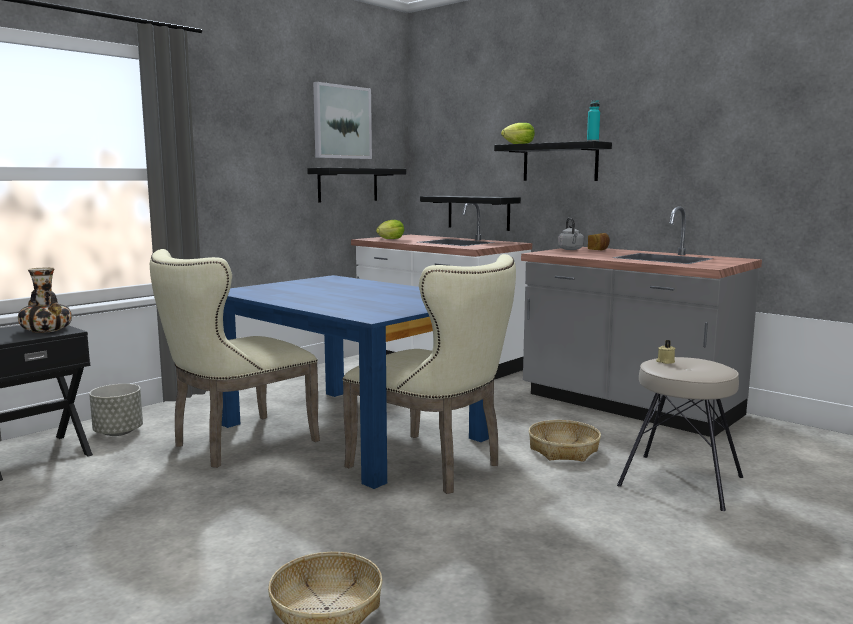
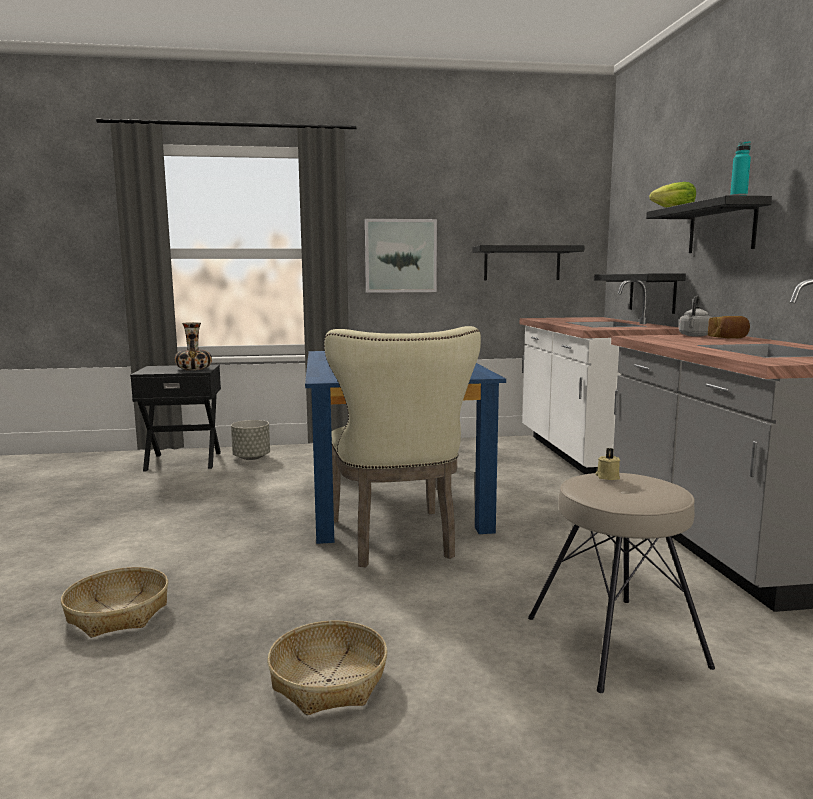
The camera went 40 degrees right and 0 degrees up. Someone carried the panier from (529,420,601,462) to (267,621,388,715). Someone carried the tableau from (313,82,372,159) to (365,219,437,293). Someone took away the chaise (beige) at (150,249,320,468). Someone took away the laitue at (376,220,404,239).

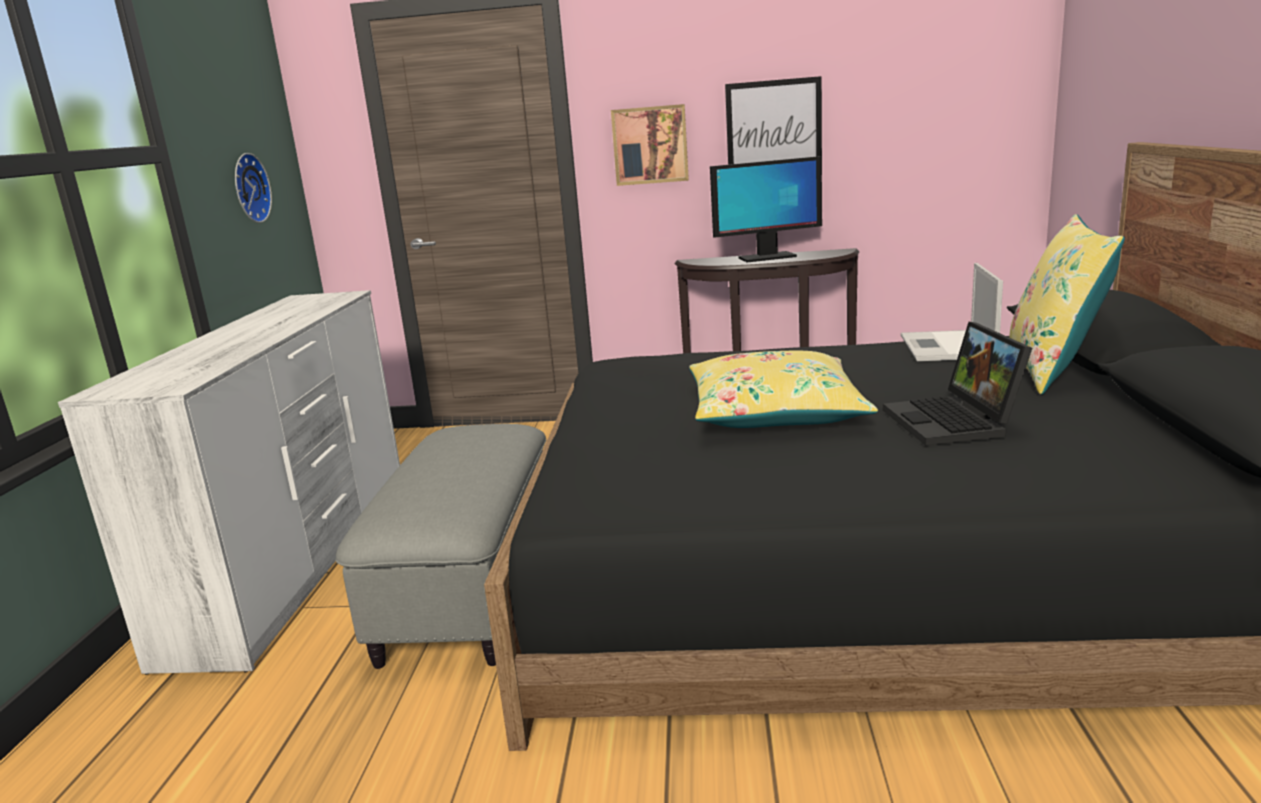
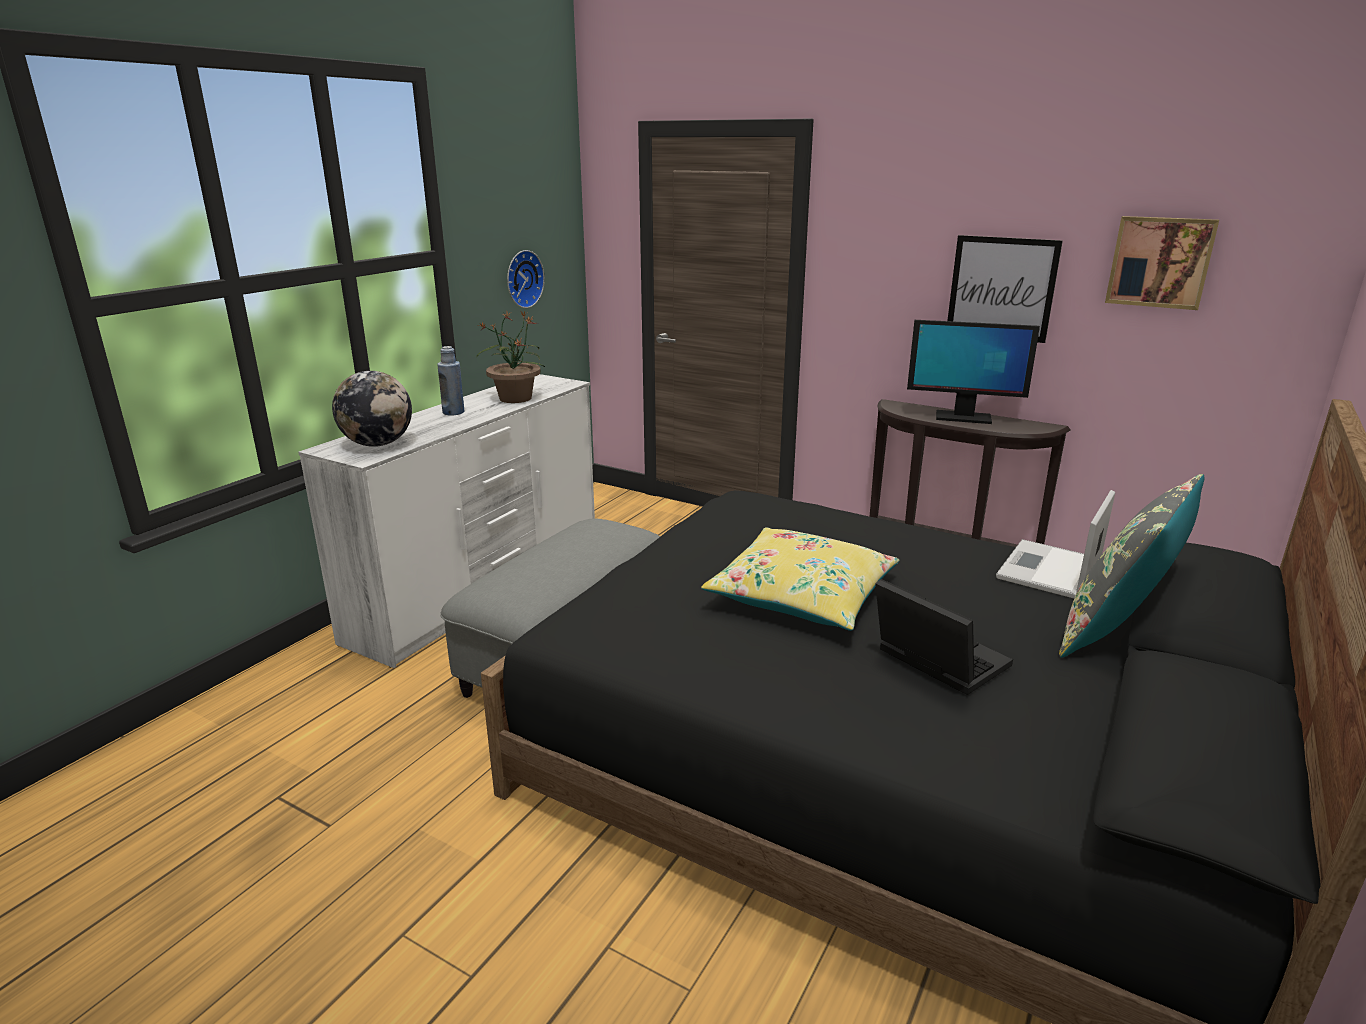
The camera went 25 degrees right and 5 degrees up. Someone put down the globe at (332,371,412,447). Someone put down the bouteille (bleu) at (437,346,464,416). Someone put down the plante en pot at (476,312,545,403). Someone rotated the ordinateur portable at (883,322,1032,446) by 120 degrees clockwise. Someone repainted the coussin (jaune) at (1009,214,1125,395), which became the coussin (gris) at (1059,474,1204,658). Someone carried the tableau from (611,104,689,186) to (1105,216,1219,310).

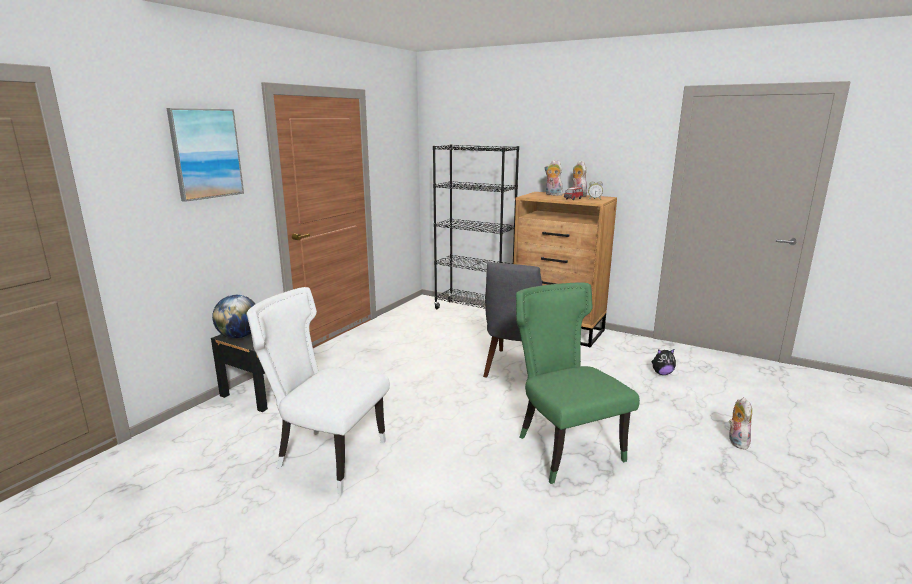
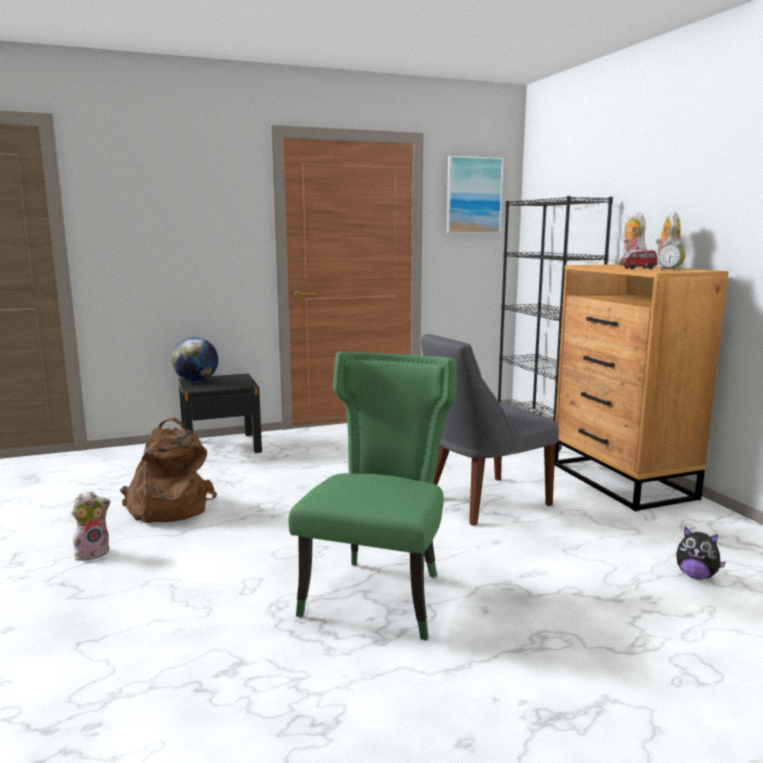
The camera went 40 degrees right and 5 degrees down. Someone carried the peluche from (729,397,752,450) to (72,492,111,561). Someone swapped the chaise (blanc) at (247,287,390,494) for the sac à dos (marron) at (120,417,217,523). Someone carried the tableau from (167,108,244,202) to (446,156,503,233).

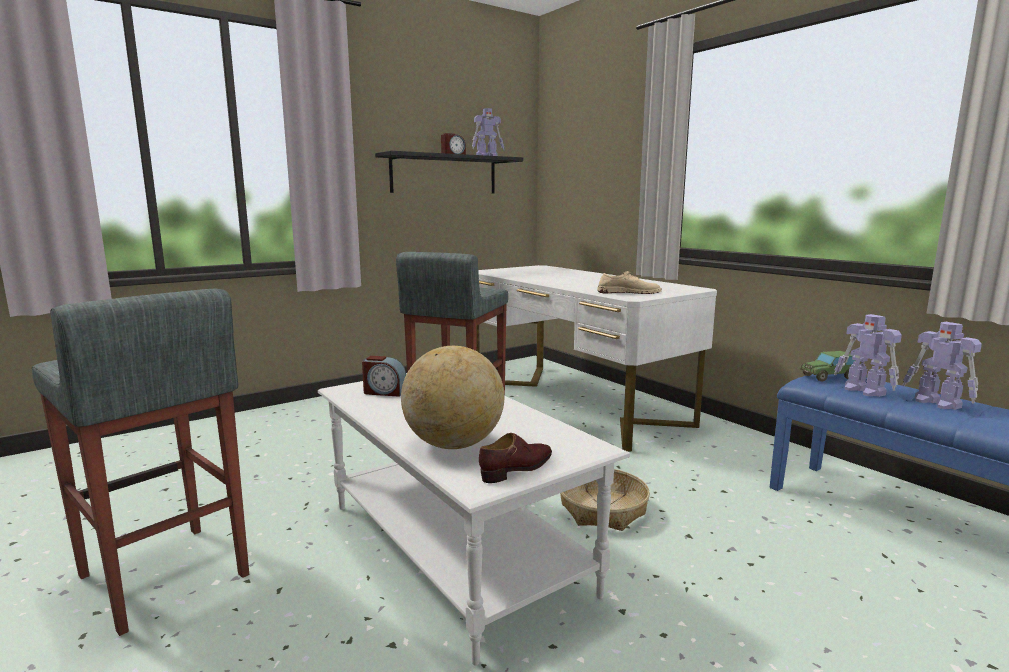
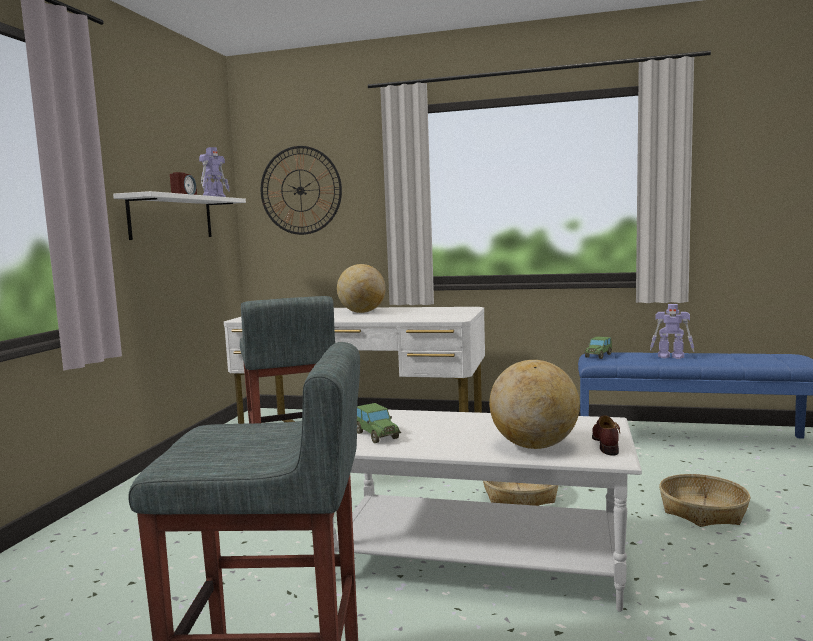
The camera went 40 degrees left and 5 degrees down. Someone repainted the étagère (noir) at (375,151,523,194), which became the étagère (blanc) at (113,191,246,240). Someone put up the horloge murale at (261,146,342,235). Someone put down the globe at (337,264,386,313). Someone swapped the réveil at (362,356,406,397) for the petite voiture at (357,403,401,443). Someone put down the panier at (659,474,750,527). Someone took away the chaussure (beige) at (597,271,662,294). Someone took away the robot jouet at (834,314,902,397).

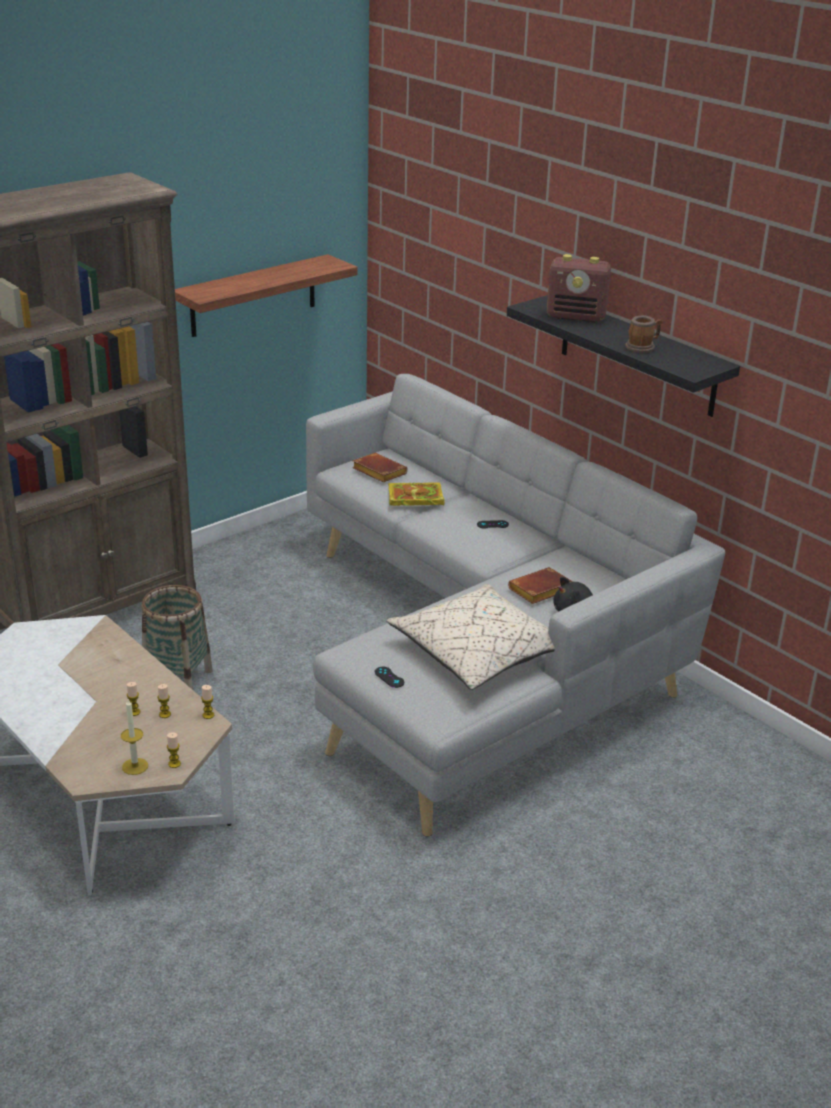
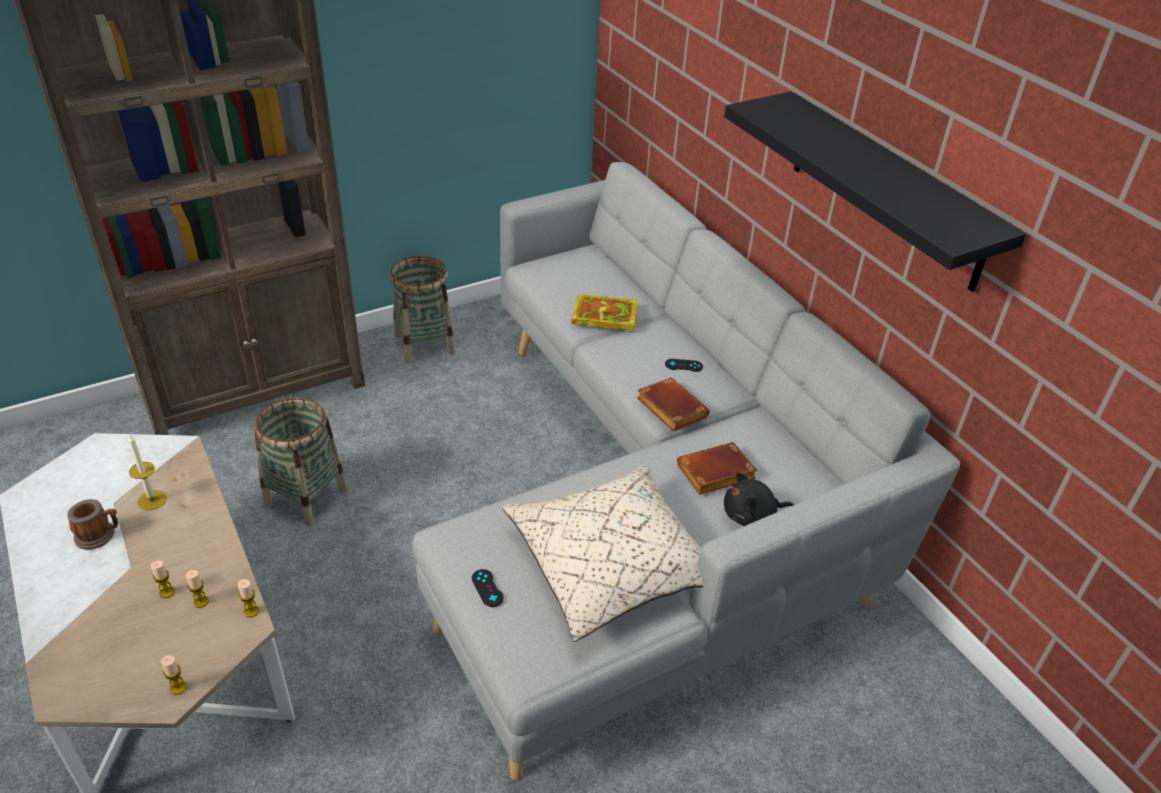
The camera went 10 degrees right and 10 degrees up. Someone carried the mug from (625,315,663,353) to (67,499,118,550). Someone carried the bougie from (121,699,148,775) to (128,434,167,510). Someone put down the panier at (390,255,455,363). Someone carried the livre (marron) from (352,453,408,482) to (637,377,710,431). Someone took away the étagère at (175,254,357,337). Someone took away the radio at (547,254,611,322).

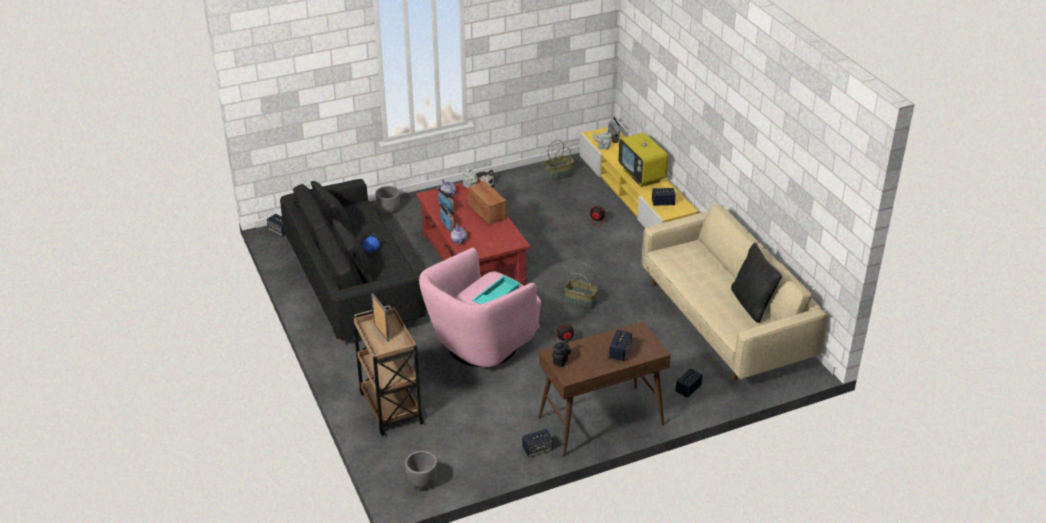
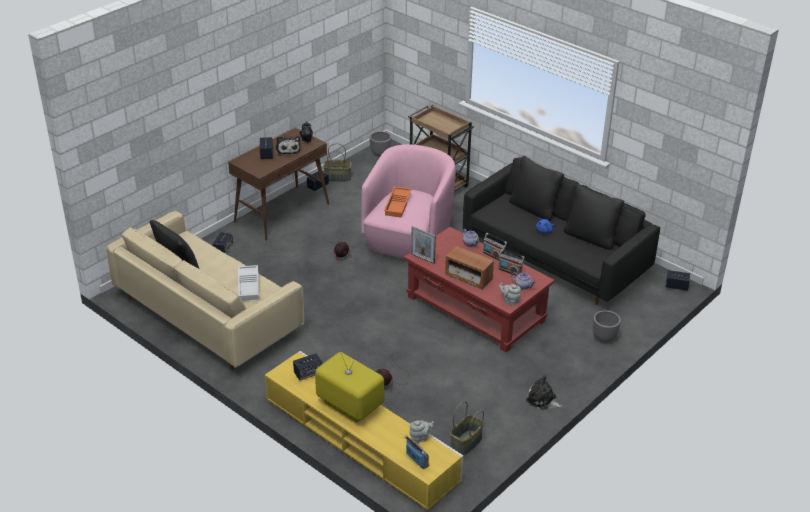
The camera went 155 degrees right and 0 degrees up. Someone put down the plateau (blanc) at (238,265,259,301). Someone put down the peluche at (276,136,301,156). Someone carried the panier from (564,264,598,310) to (323,143,352,182). Someone repainted the plateau (turquoise) at (473,275,520,304), which became the plateau (orange) at (384,187,412,217). Someone carried the cadre photo from (371,293,389,342) to (411,226,436,264).

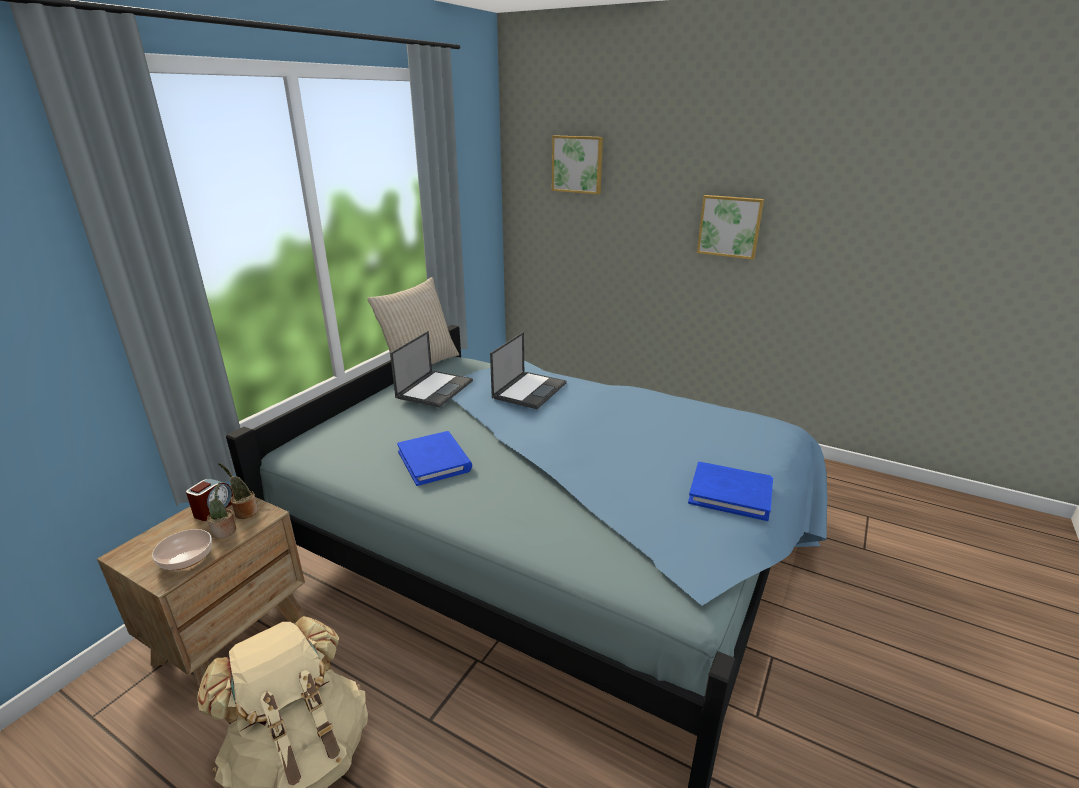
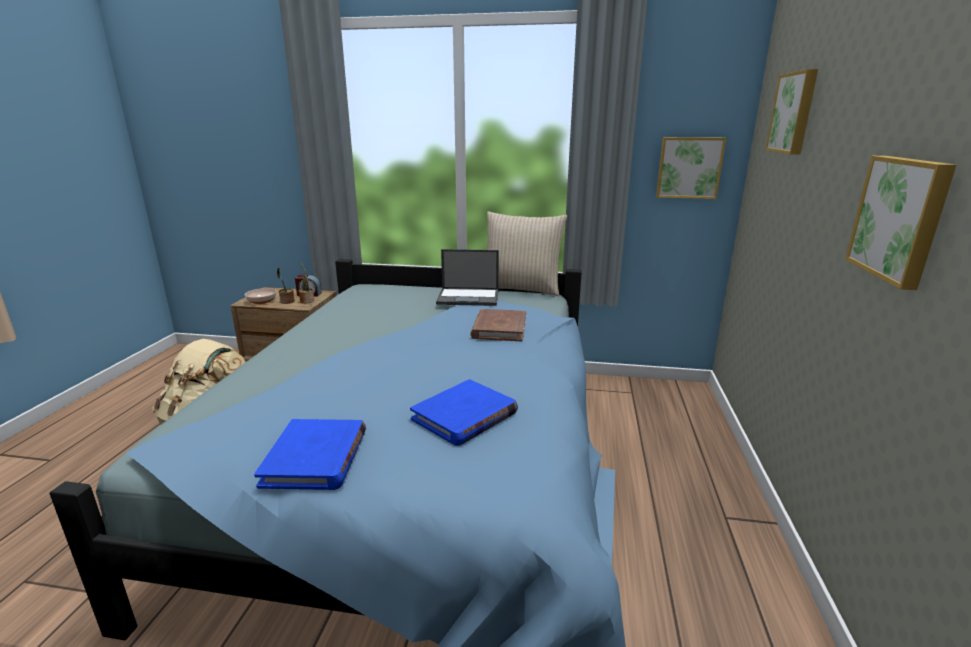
The camera went 70 degrees right and 5 degrees down. Someone carried the livre (bleu) from (397,431,472,486) to (410,379,518,446). Someone swapped the ordinateur portable at (490,332,566,409) for the livre (marron) at (471,309,526,341). Someone put up the tableau at (656,137,726,199).

